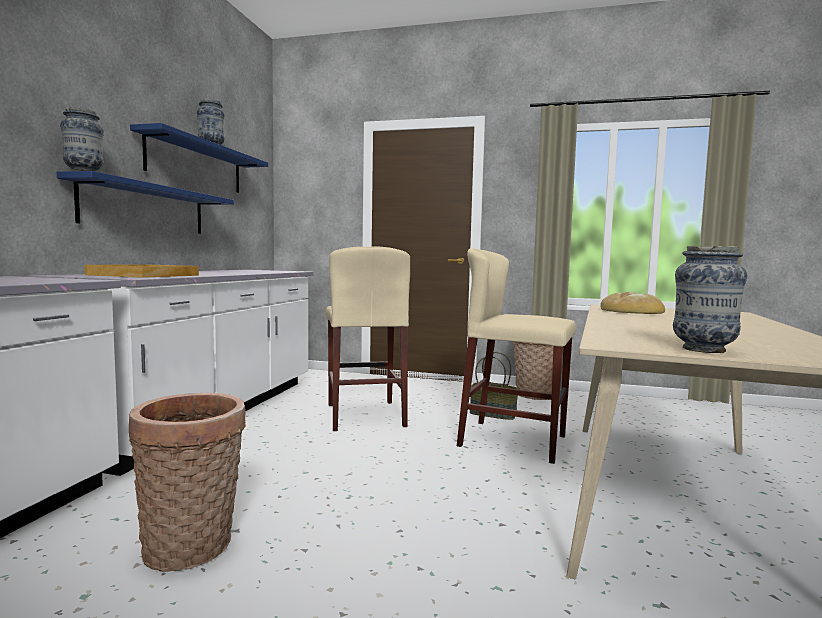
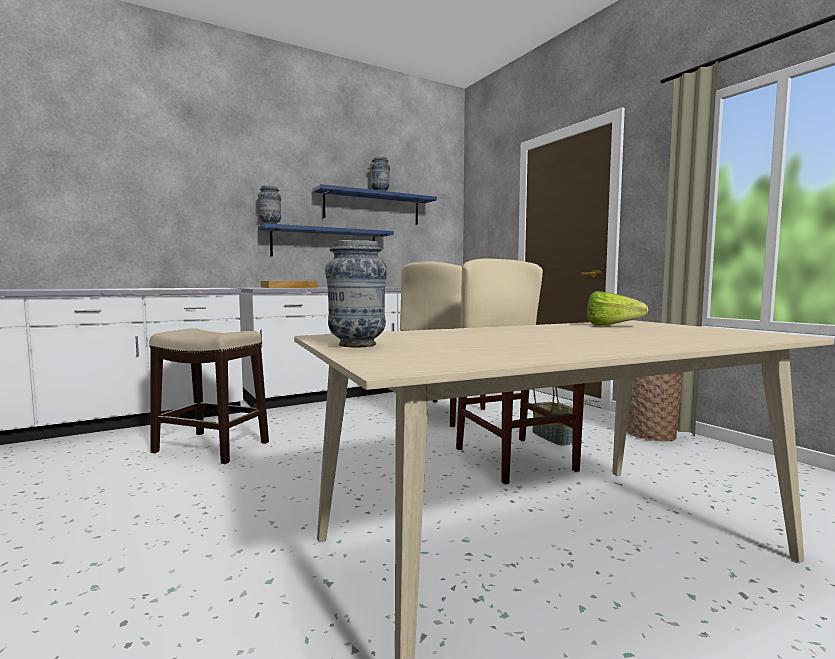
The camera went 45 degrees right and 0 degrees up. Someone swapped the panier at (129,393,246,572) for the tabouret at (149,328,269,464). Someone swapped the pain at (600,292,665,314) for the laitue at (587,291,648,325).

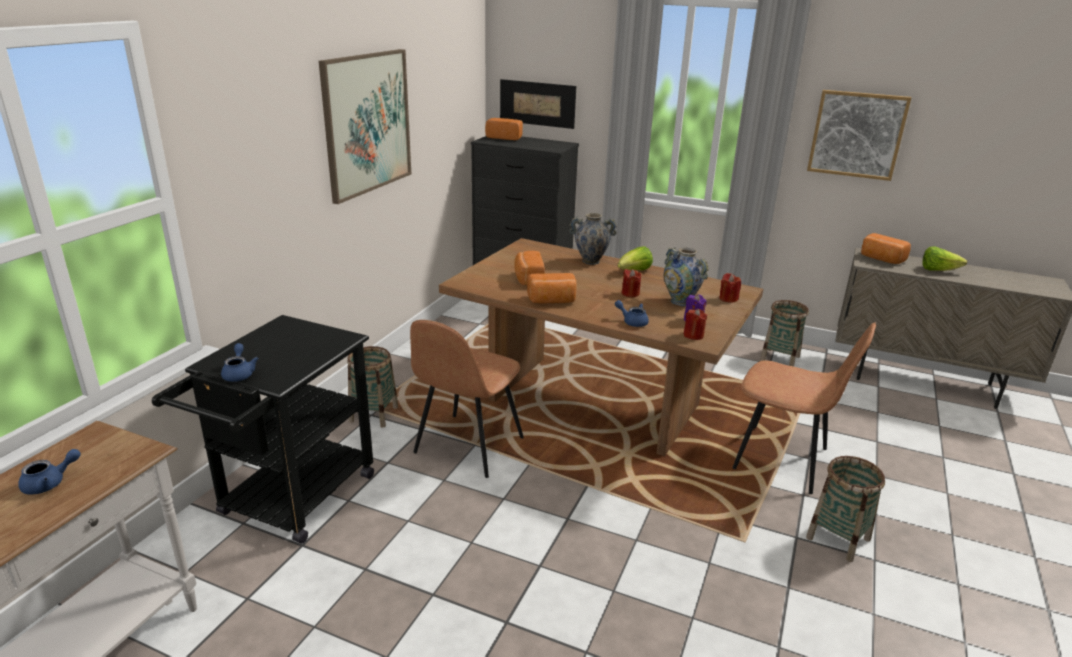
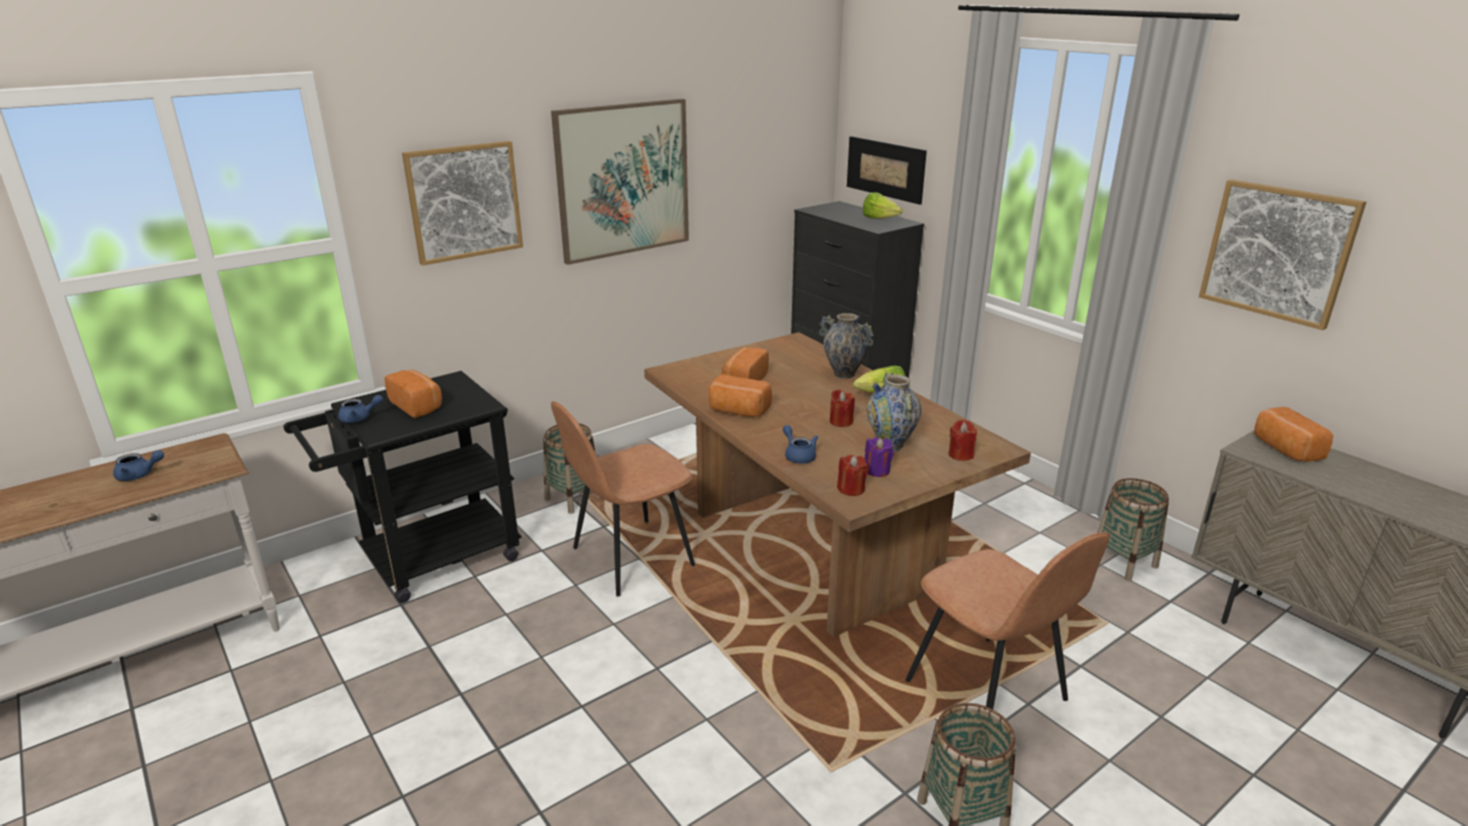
The camera went 30 degrees right and 0 degrees up. Someone rotated the théière (bleu) at (221,343,259,382) by 60 degrees clockwise. Someone carried the pain from (485,118,523,140) to (385,370,442,418). Someone put up the tableau at (402,141,523,266). Someone carried the laitue from (922,246,967,271) to (863,192,903,219).

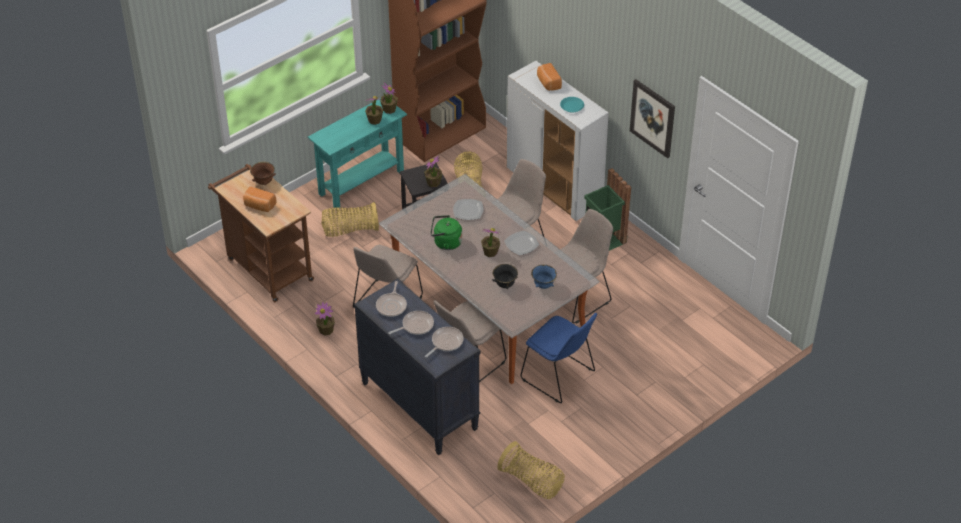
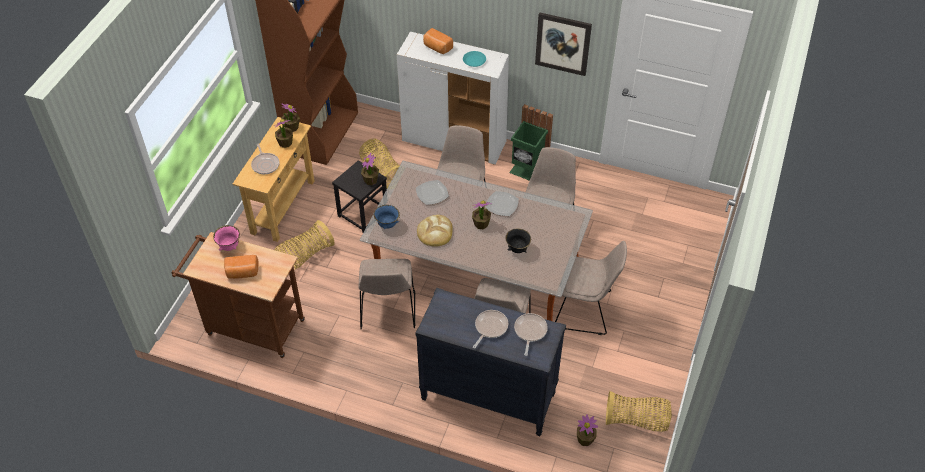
The camera went 30 degrees left and 5 degrees up. Someone repainted the bol (marron) at (250,161,276,185), which became the bol (rose) at (213,225,240,251). Someone repainted the table console (turquoise) at (308,98,407,208), which became the table console (beige) at (233,117,314,242). Someone carried the poêle from (376,281,407,317) to (251,143,280,174). Someone carried the bol (bleu) from (531,265,557,289) to (374,205,400,229). Someone swapped the bouilloire (vert) at (431,215,462,250) for the pain at (417,215,453,247). Someone repainted the chaise (bleu) at (520,313,597,403), which became the chaise (beige) at (555,241,627,335). Someone carried the plante en pot from (315,302,335,336) to (577,414,598,446).

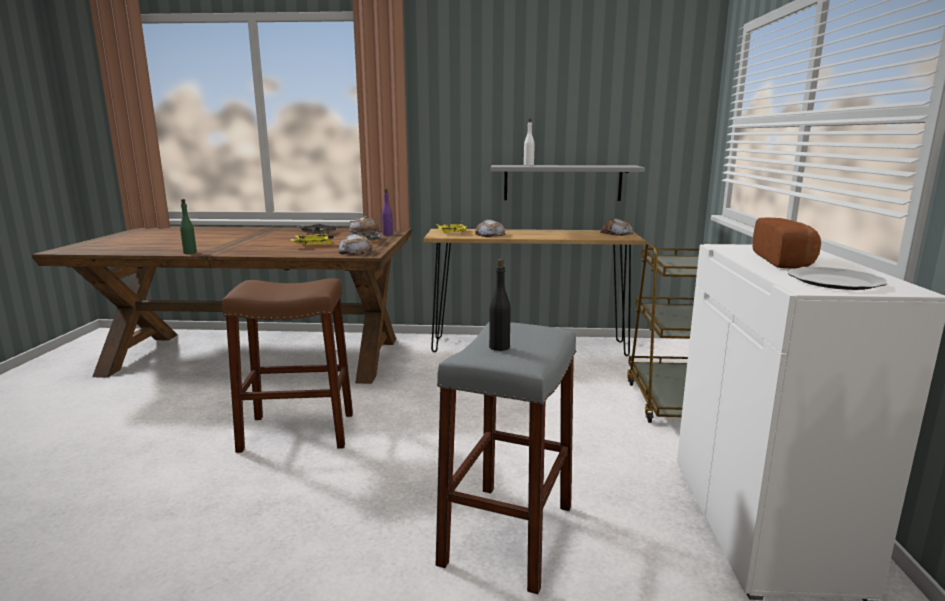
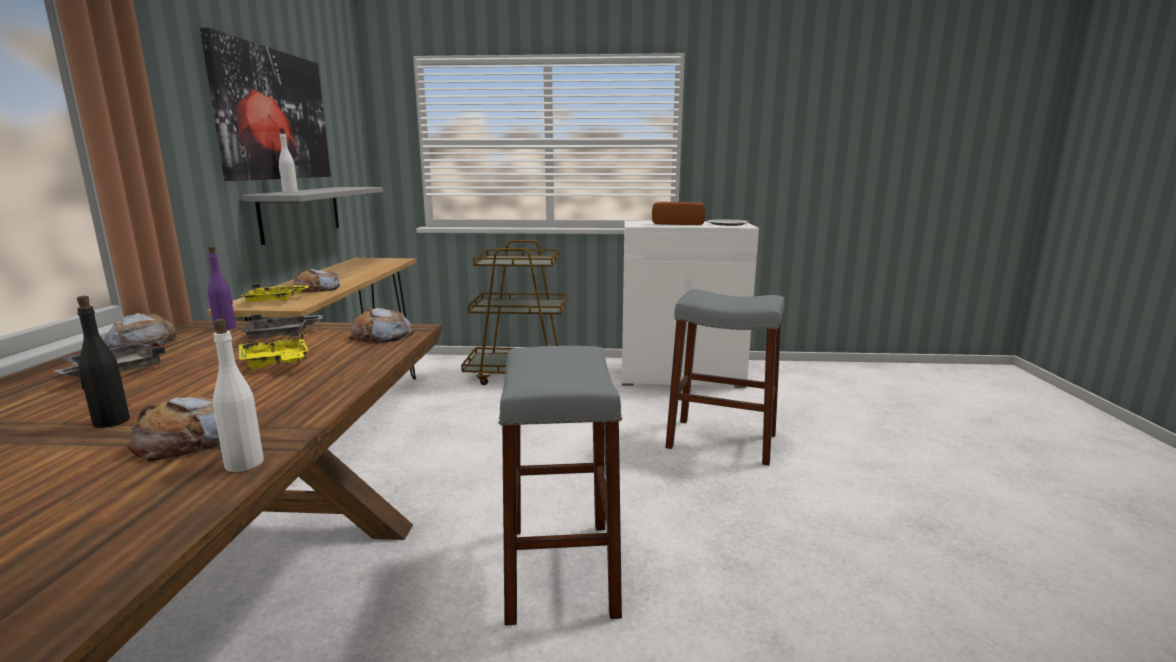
The camera went 90 degrees left and 0 degrees up. Someone carried the bouteille (noir) from (489,259,511,351) to (77,296,130,428). Someone carried the pain from (600,219,633,236) to (128,395,220,461). Someone put up the tableau at (200,28,331,181). Someone repainted the bouteille (vert) at (180,199,197,254), which became the bouteille (blanc) at (213,319,264,472). Someone repainted the tabouret (marron) at (222,278,353,453), which became the tabouret (gris) at (499,346,622,626).

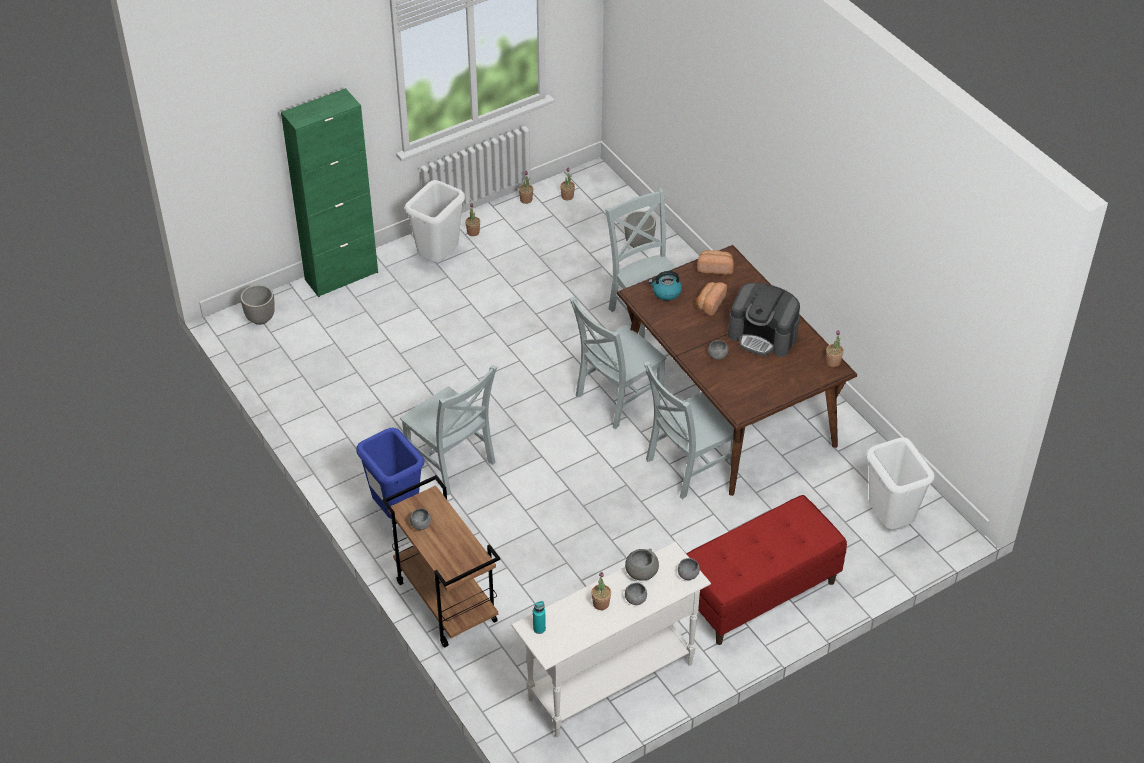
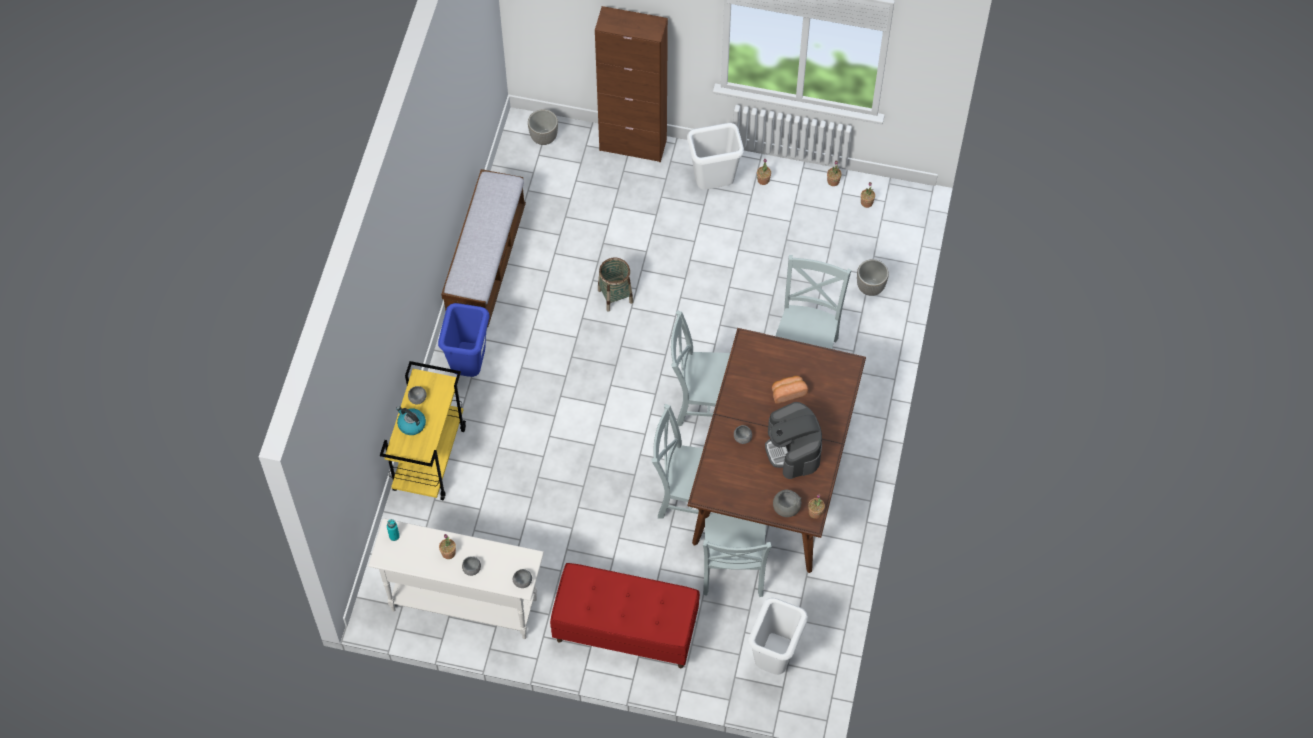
The camera went 45 degrees right and 15 degrees up. Someone repainted the chariot (marron) at (382,475,500,648), which became the chariot (jaune) at (380,361,466,501). Someone carried the bouilloire from (648,271,682,301) to (396,406,426,435). Someone put down the banc at (441,169,526,327). Someone repainted the meuble de rangement (vert) at (281,88,378,297), which became the meuble de rangement (marron) at (595,6,668,162). Someone put down the panier at (598,258,633,312). Someone carried the chaise (gris) from (400,365,497,495) to (703,513,772,597). Someone carried the bol (gris) from (625,549,659,581) to (773,489,802,517). Someone took away the pain at (697,250,734,275).

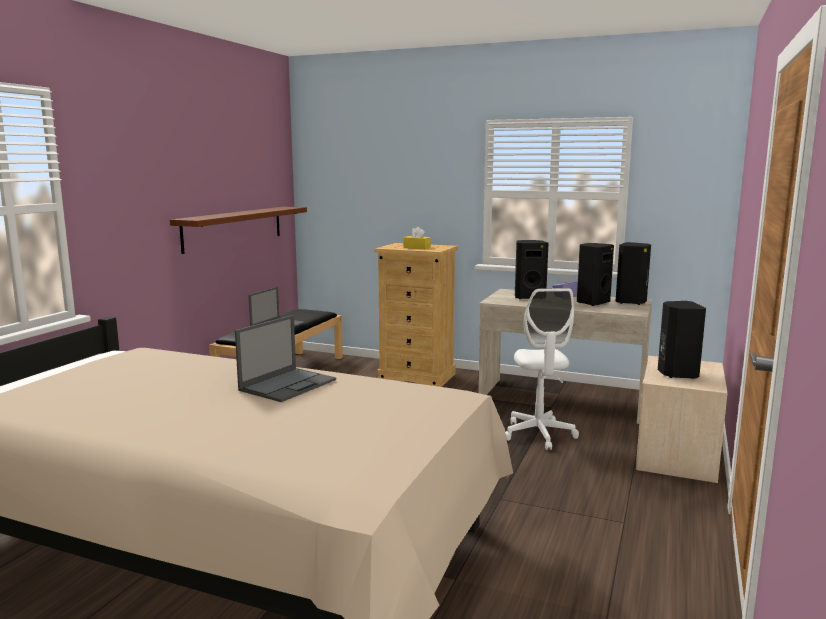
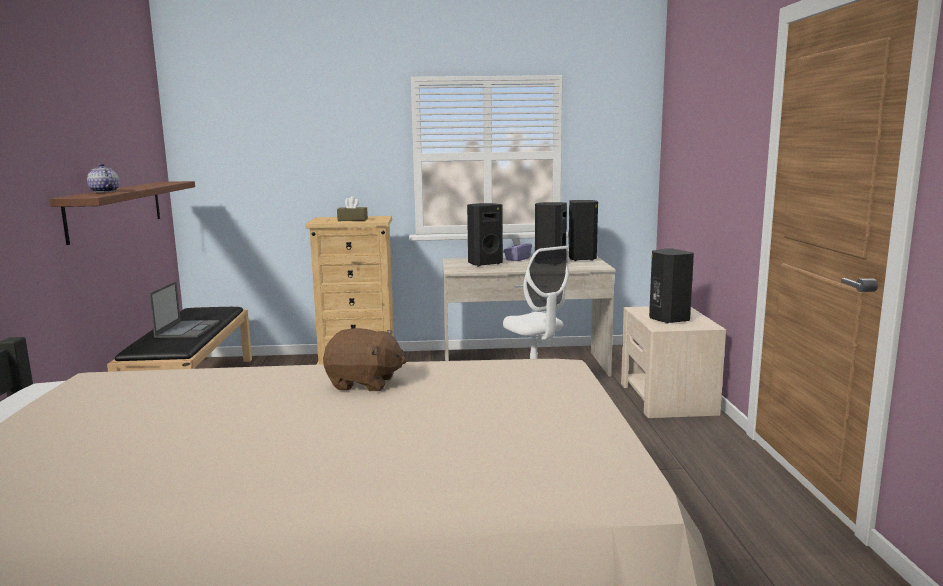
The camera went 25 degrees left and 0 degrees up. Someone put down the théière at (87,163,119,193). Someone swapped the ordinateur portable at (235,315,336,402) for the peluche (marron) at (323,328,407,391). Someone repainted the boîte à mouchoirs (jaune) at (404,227,431,249), which became the boîte à mouchoirs (marron) at (337,196,368,221).

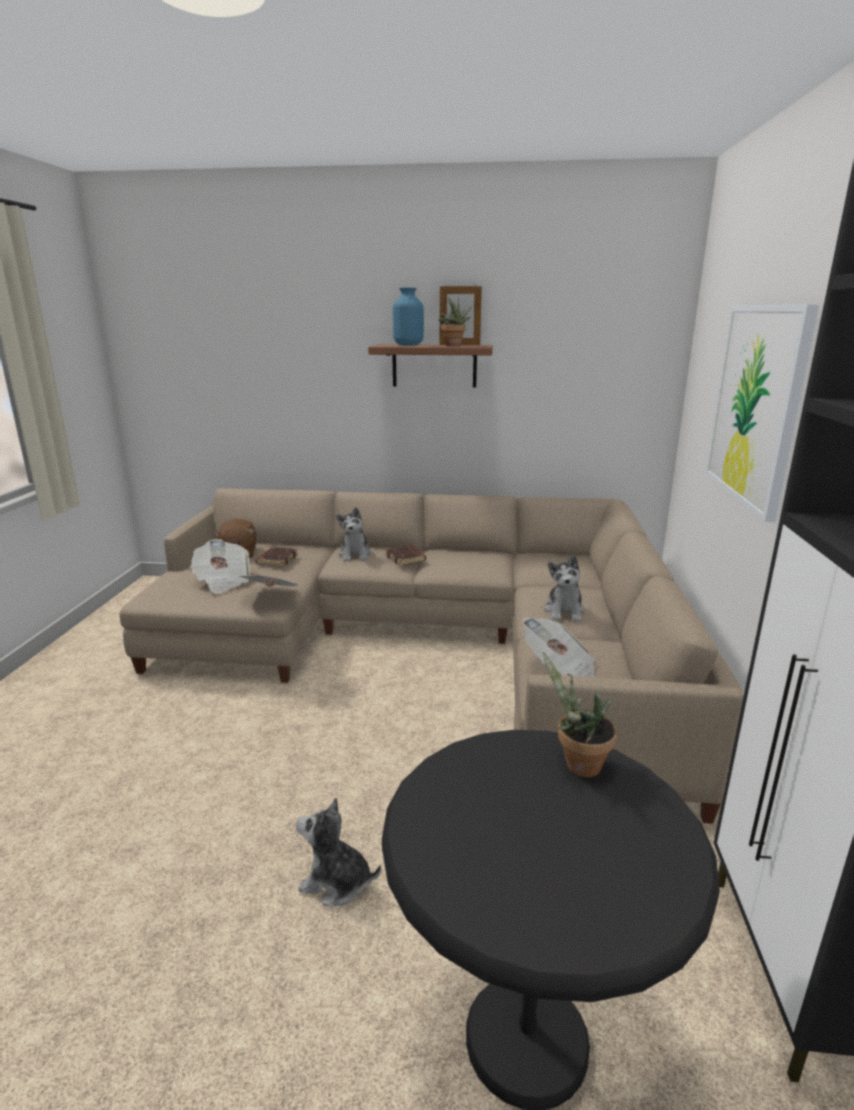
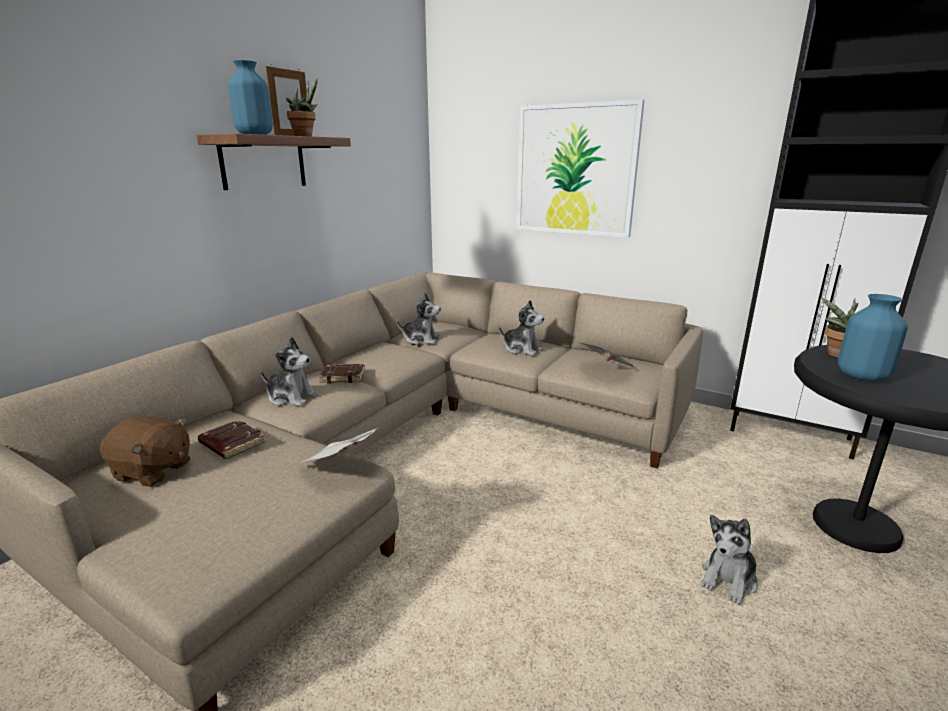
The camera went 65 degrees left and 0 degrees up. Someone put down the peluche at (397,292,441,345). Someone put down the vase (bleu) at (838,294,908,381). Someone took away the journal at (190,539,250,594).

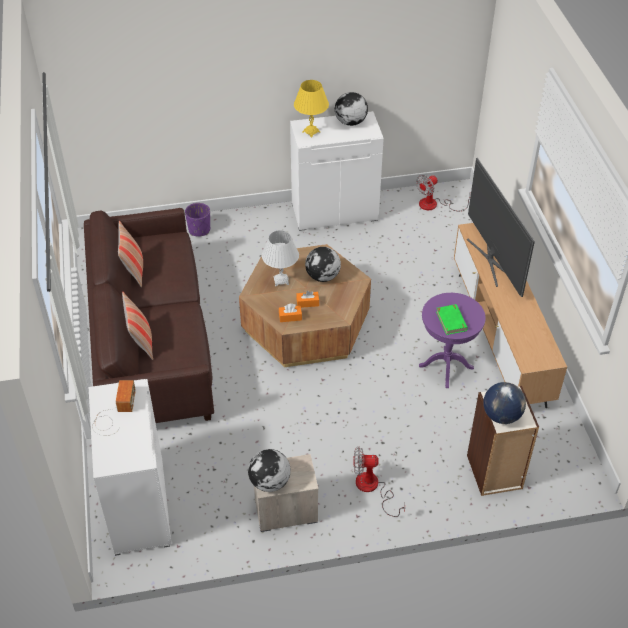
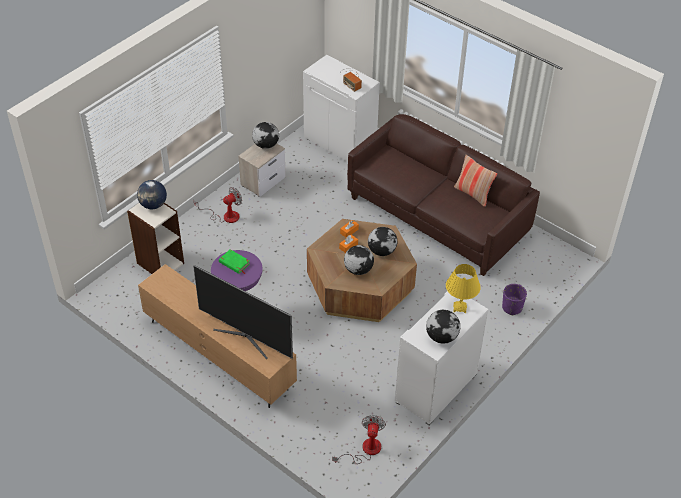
The camera went 140 degrees right and 0 degrees up. Someone swapped the lampe de table (blanc) at (262,230,299,286) for the globe at (368,227,397,256). Someone took away the coussin at (122,292,153,360).

